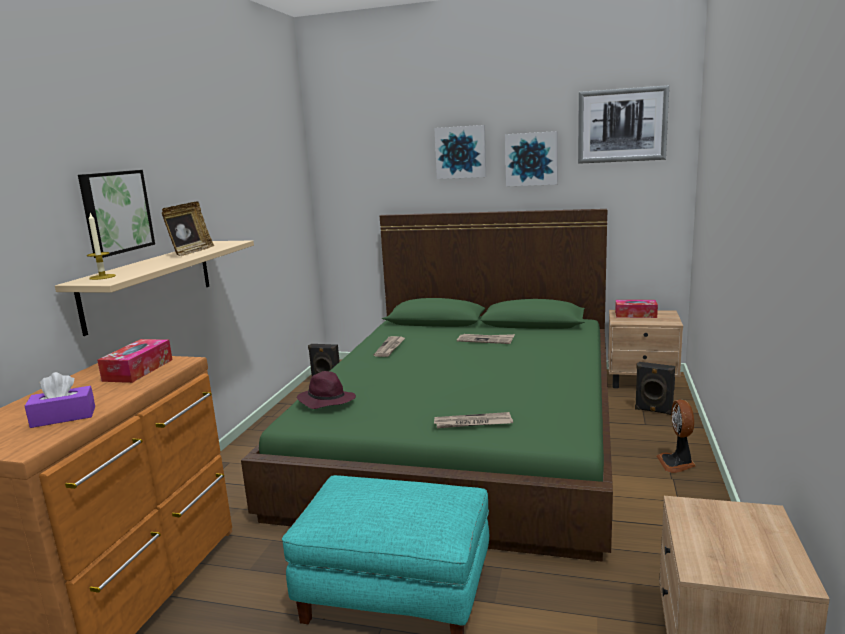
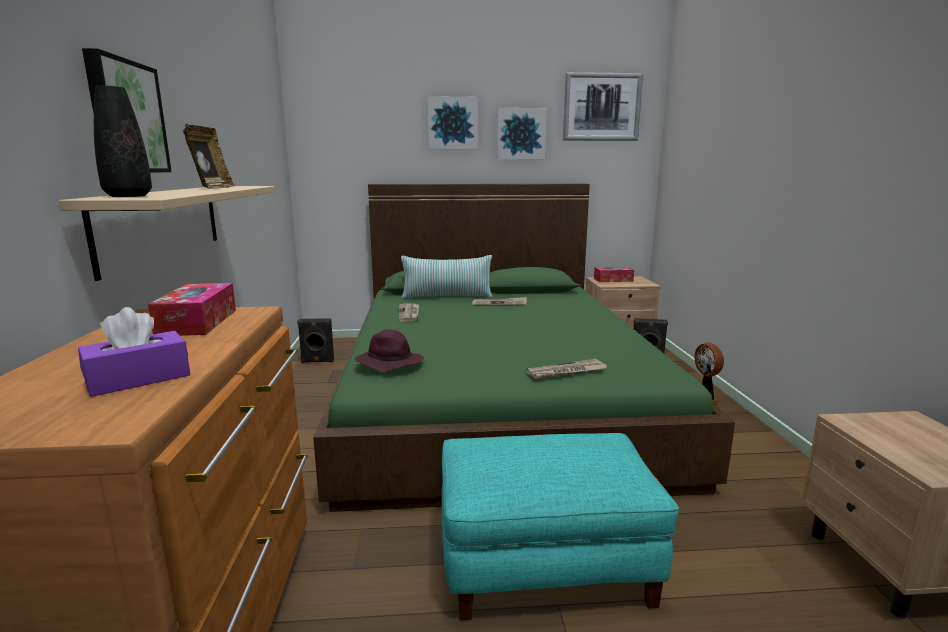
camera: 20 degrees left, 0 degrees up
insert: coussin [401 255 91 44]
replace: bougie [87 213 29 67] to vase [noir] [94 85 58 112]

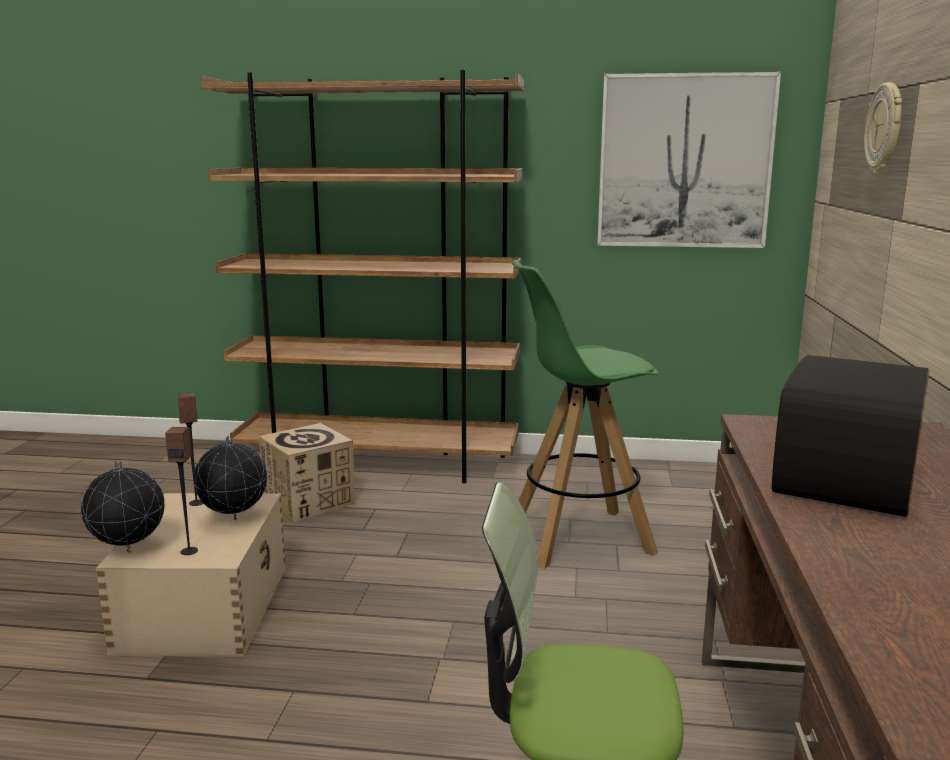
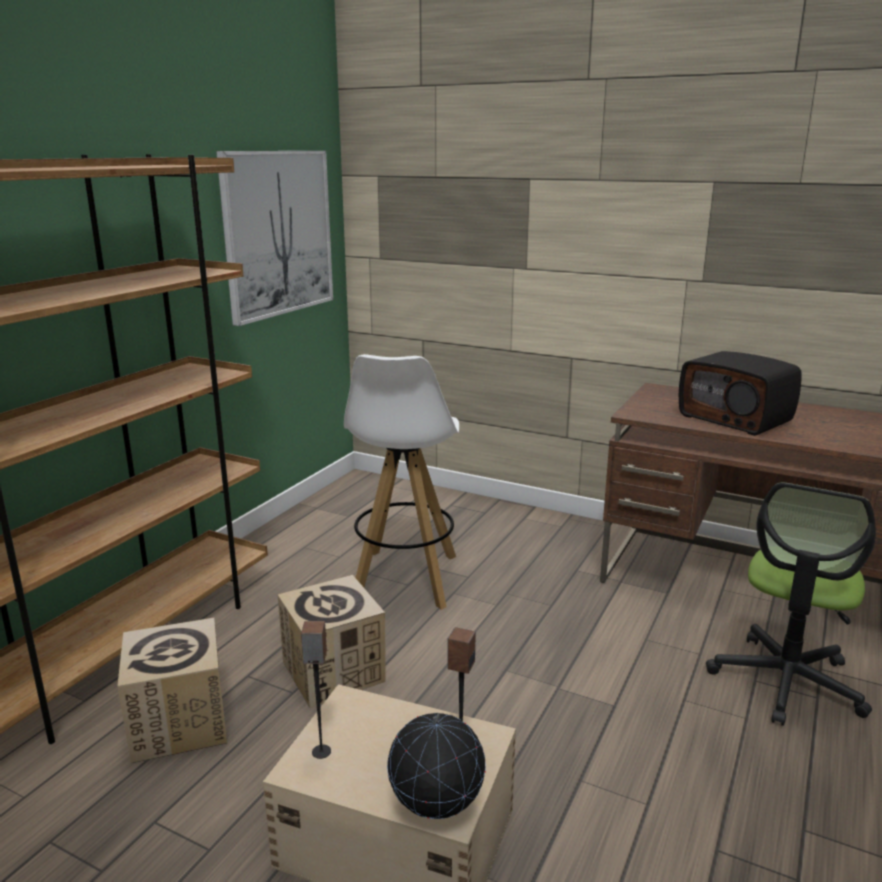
camera: 70 degrees left, 5 degrees up
delete: globe [193 435 74 85]; horloge murale [864 83 38 90]
insert: carton [277 575 109 133]
recolor: tabouret [vert] [511 260 148 309] to tabouret [blanc] [344 354 115 256]

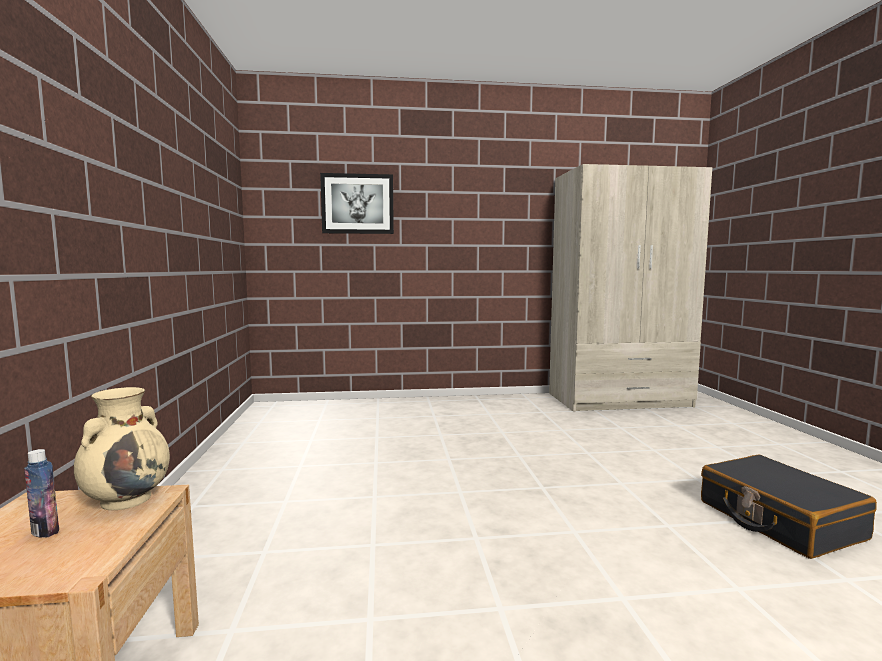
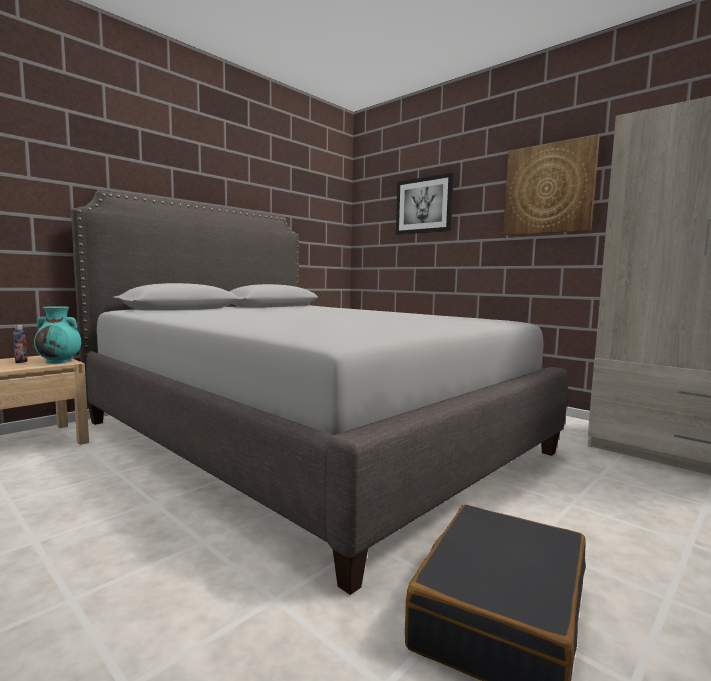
camera: 50 degrees right, 0 degrees up
insert: lit [gris] [71 190 497 405]; tableau [503 135 97 100]
recolor: vase [beige] [74 387 96 123] to vase [turquoise] [34 306 47 57]

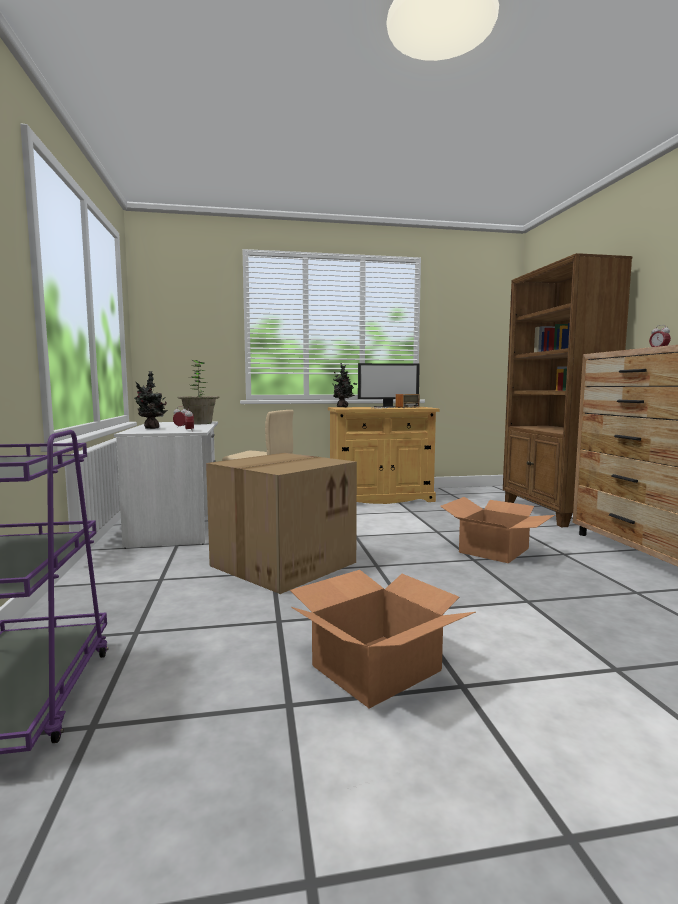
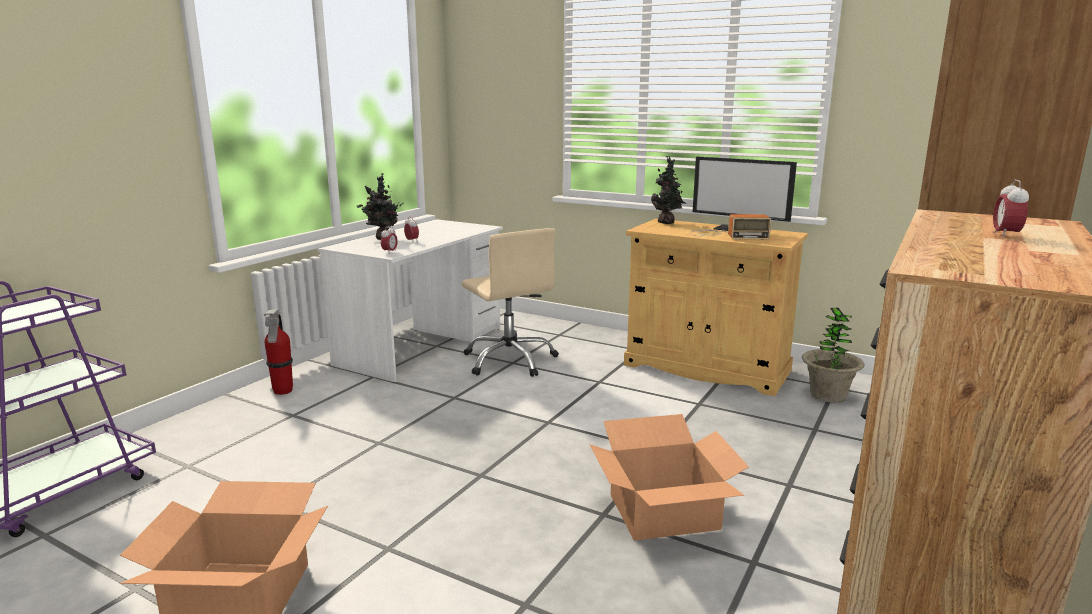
camera: 40 degrees right, 10 degrees up
delete: carton [206 453 151 141]
insert: extincteur [264 309 29 86]
move: plante en pot [177 360 42 64] to [802 308 63 95]

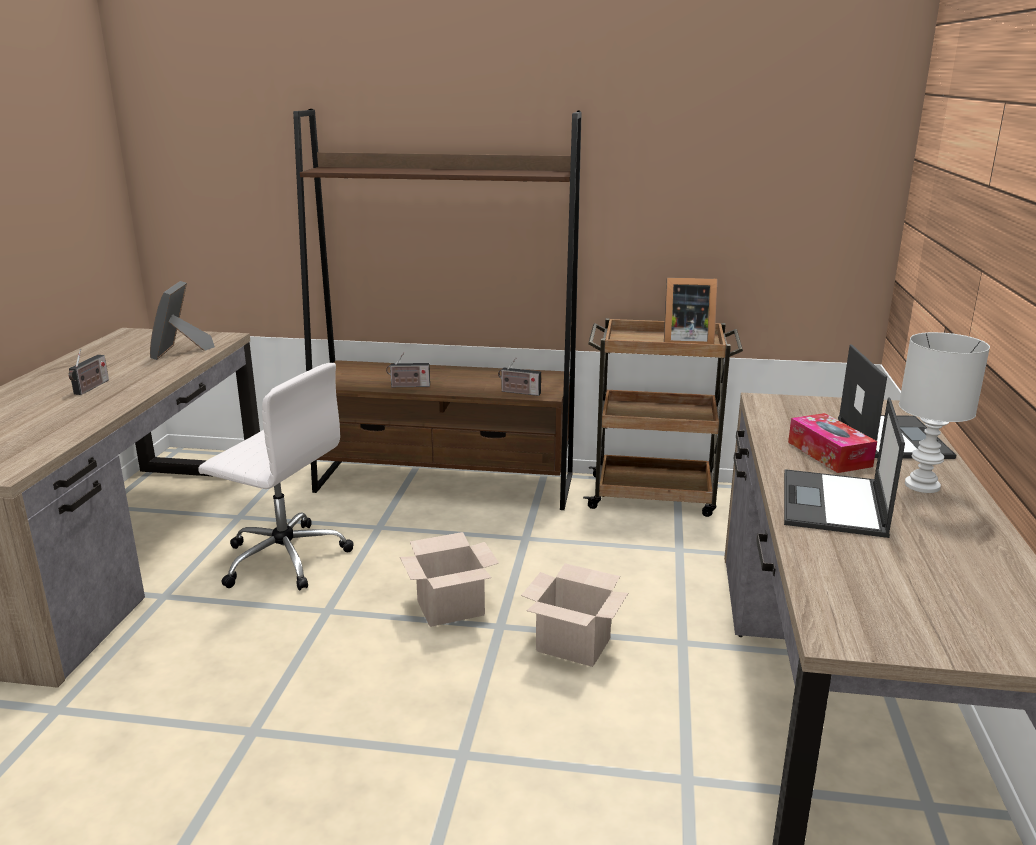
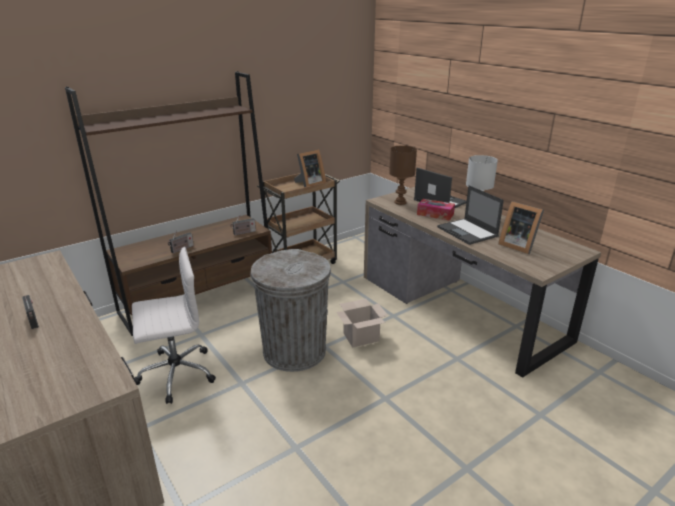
camera: 45 degrees left, 5 degrees up
insert: lampe de table [marron] [389 145 28 60]
move: cadre photo [150 281 65 79] to [498 201 46 53]
replace: carton [400 532 99 95] to poubelle [gris] [250 249 81 123]

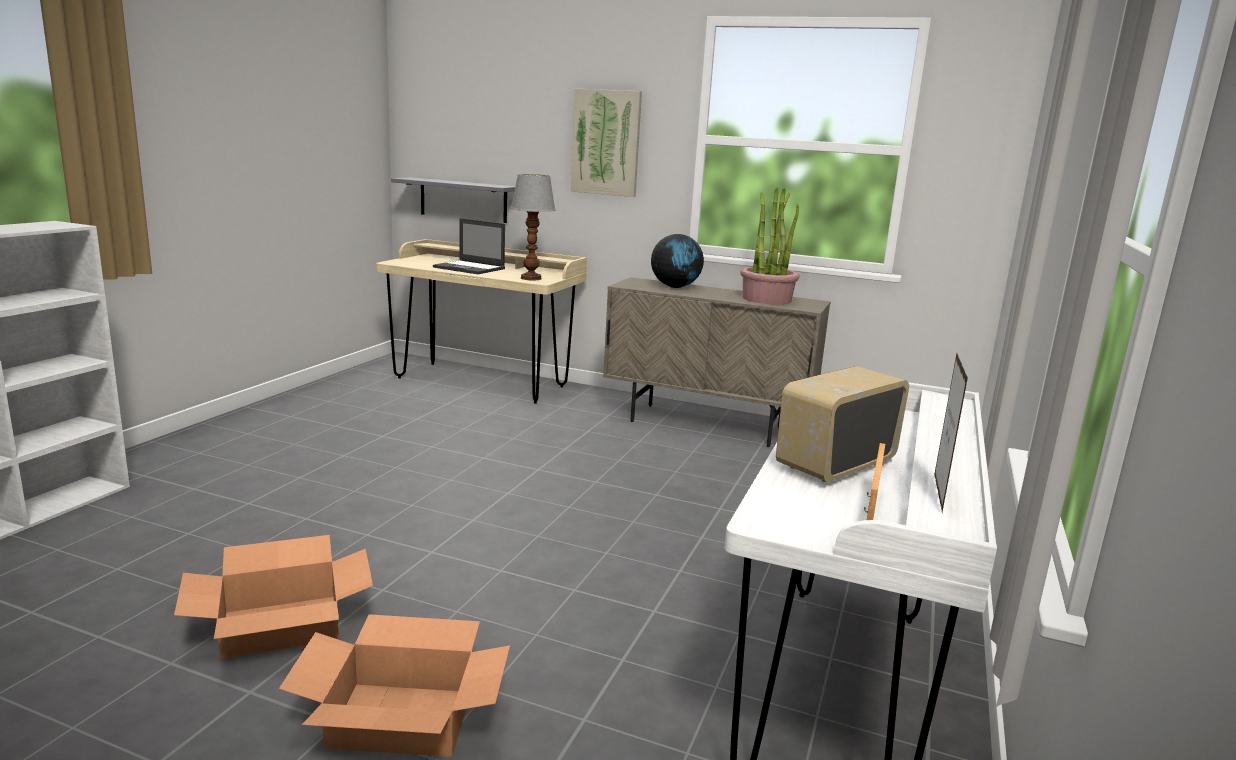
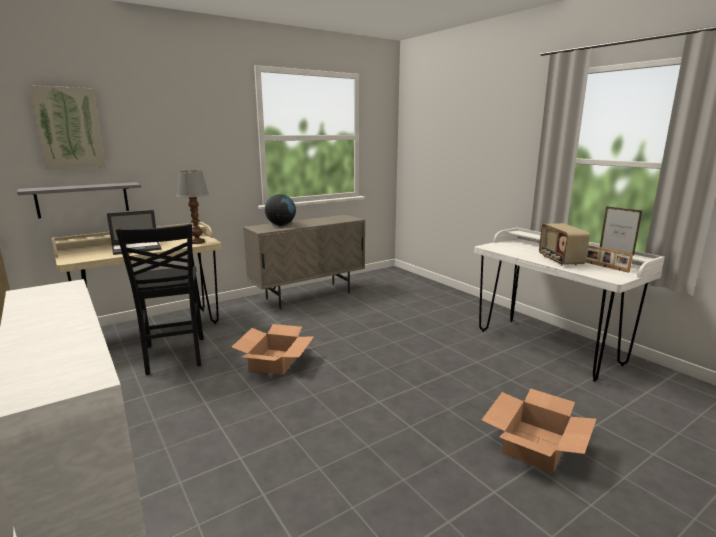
camera: 55 degrees left, 0 degrees up
delete: plante en pot [740 188 60 116]
insert: chaise [noir] [116 224 87 151]
move: tableau [571 89 71 108] to [29 85 77 84]; carton [174 535 199 124] to [232 324 82 51]

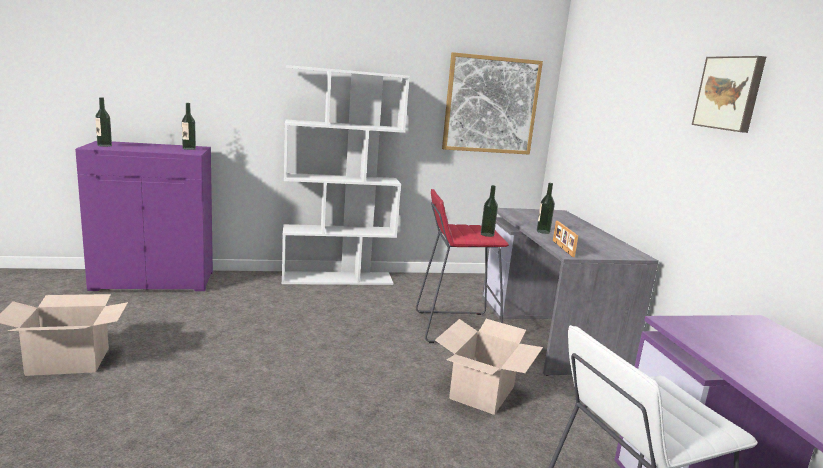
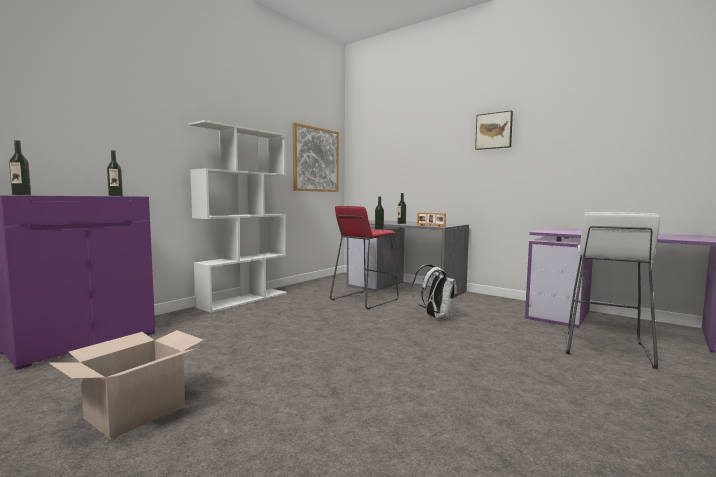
camera: 40 degrees left, 10 degrees down
replace: carton [435 319 108 96] to sac à dos [blanc] [412 264 45 55]

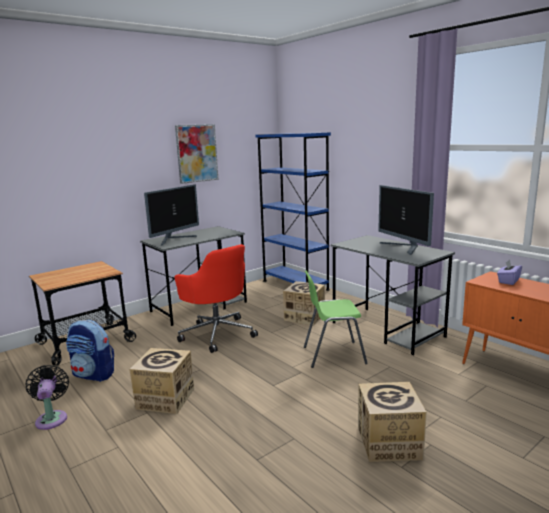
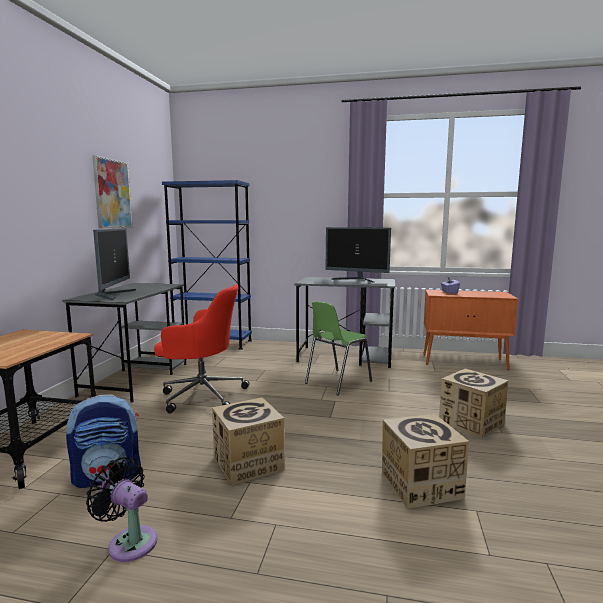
camera: 40 degrees left, 5 degrees down
move: carton [283 281 42 45] to [382 414 87 95]

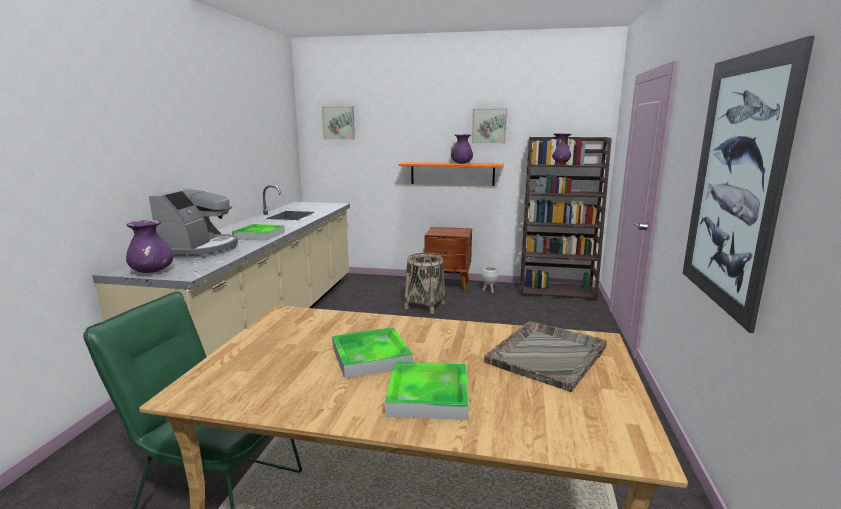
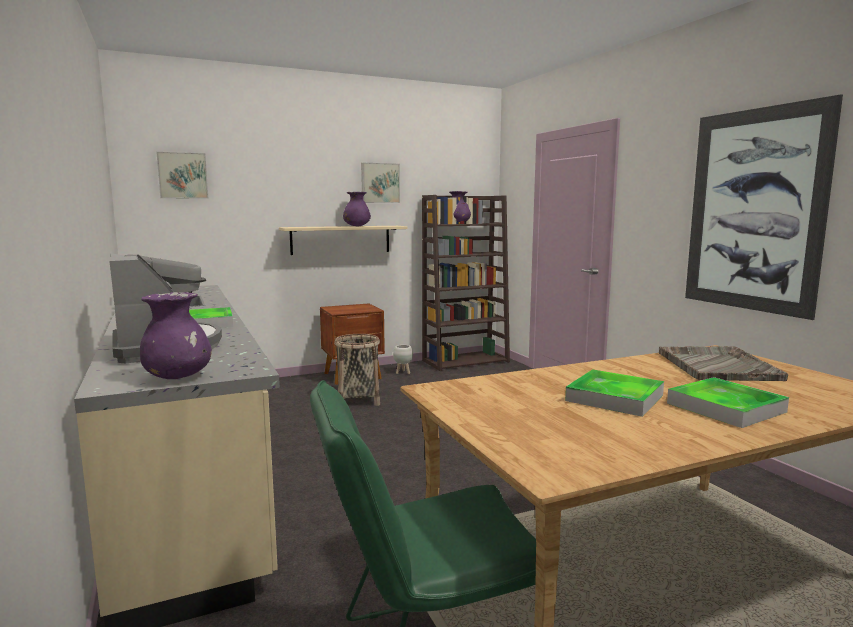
camera: 35 degrees left, 5 degrees down
recolor: étagère [orange] [398 162 106 24] to étagère [beige] [279 226 129 29]

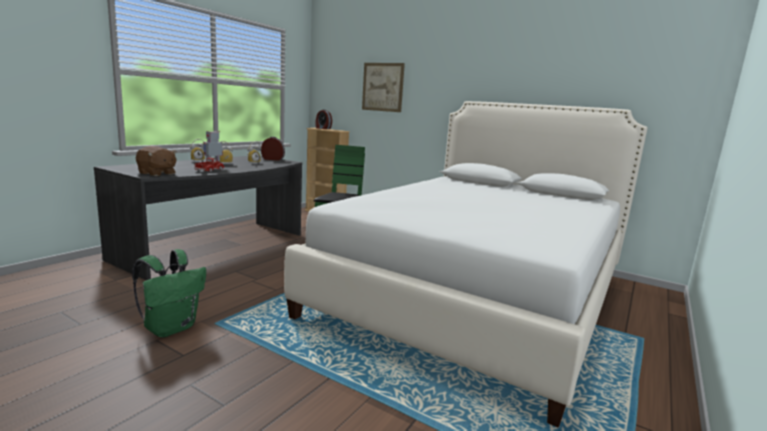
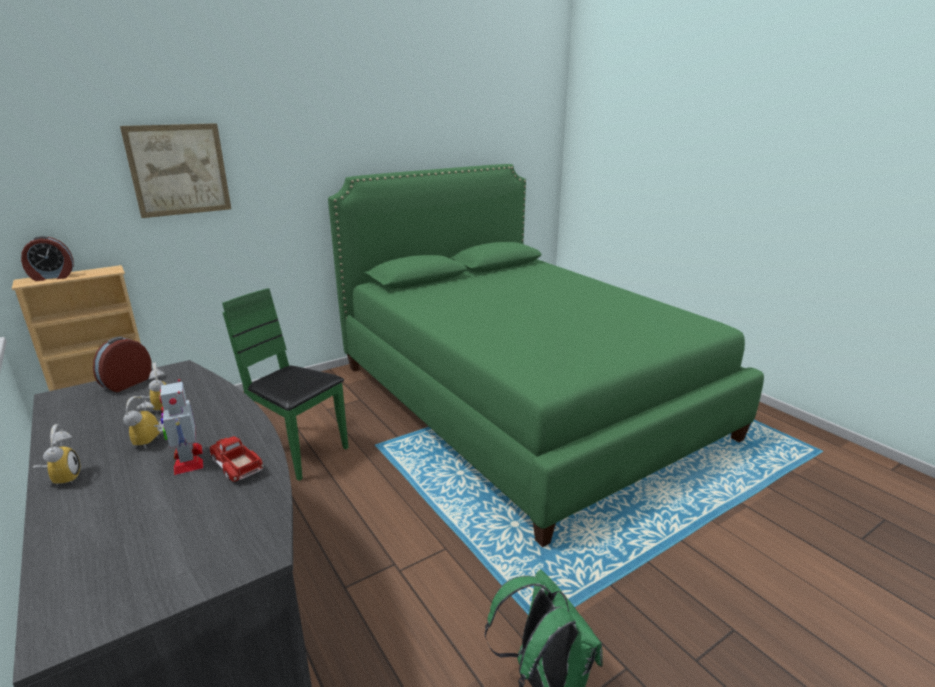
camera: 65 degrees left, 10 degrees up
delete: peluche [marron] [136 146 41 30]
recolor: lit [blanc] [284 101 364 327] to lit [vert] [328 164 436 383]

